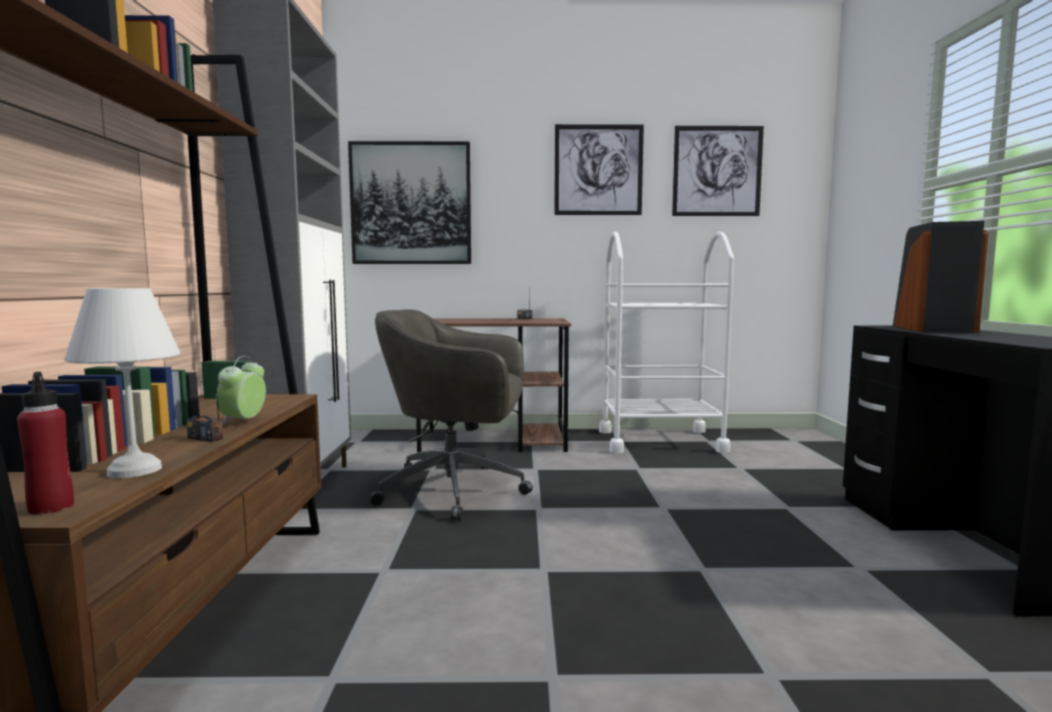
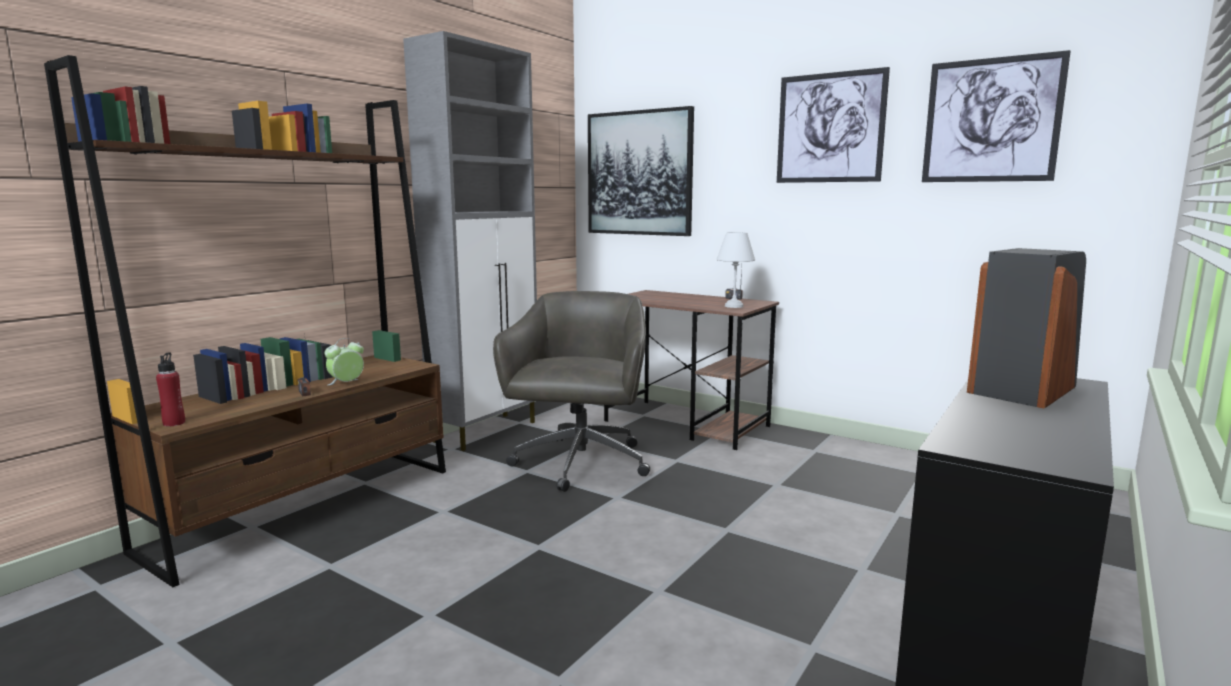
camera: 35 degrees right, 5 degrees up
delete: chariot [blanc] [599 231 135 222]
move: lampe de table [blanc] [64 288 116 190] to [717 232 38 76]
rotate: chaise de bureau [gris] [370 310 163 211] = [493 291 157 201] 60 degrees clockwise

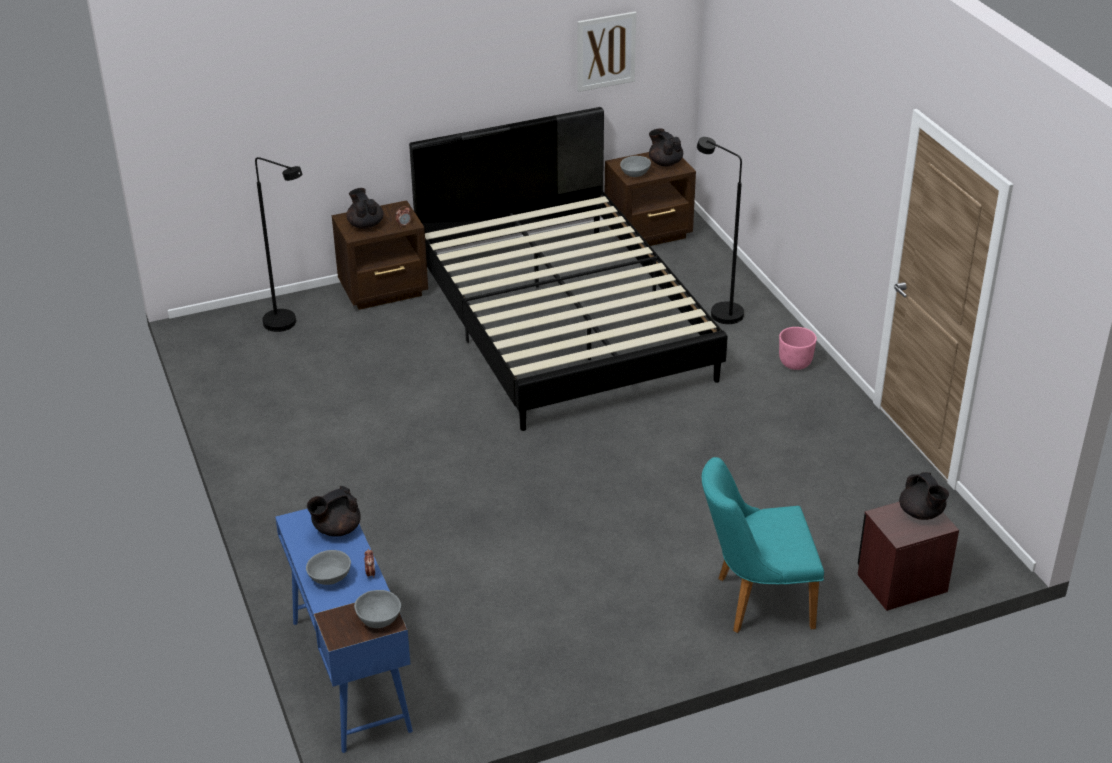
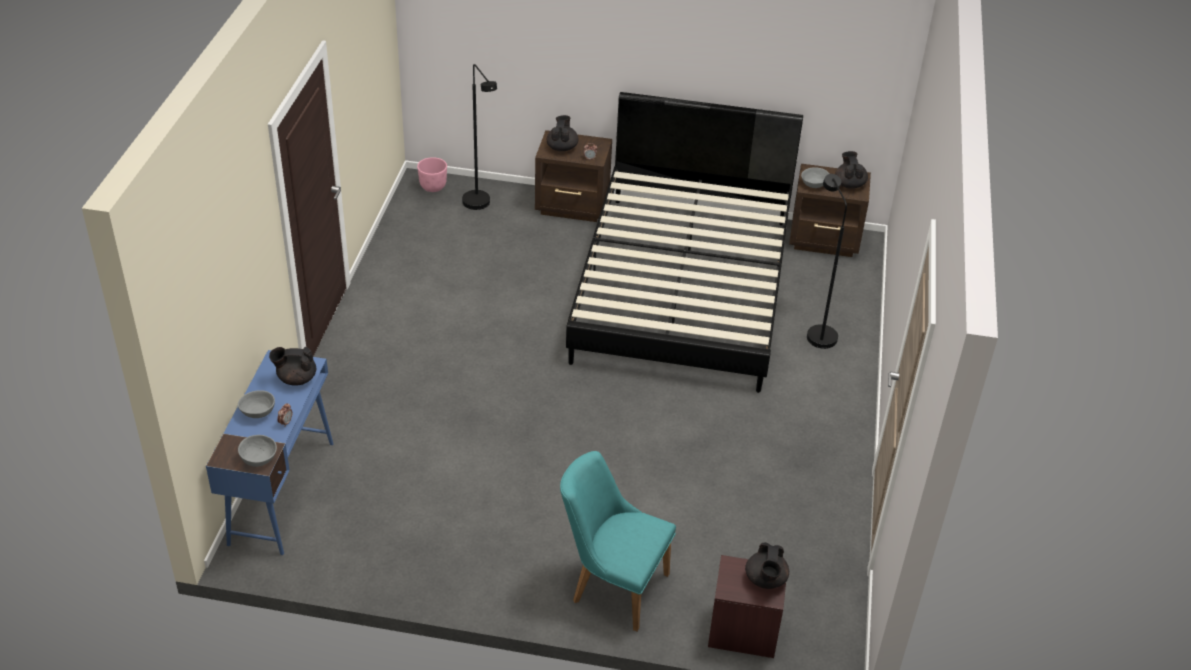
camera: 30 degrees right, 5 degrees up
delete: tableau [578 12 58 80]
move: cache-pot [rose] [779 327 38 43] to [417 157 30 35]

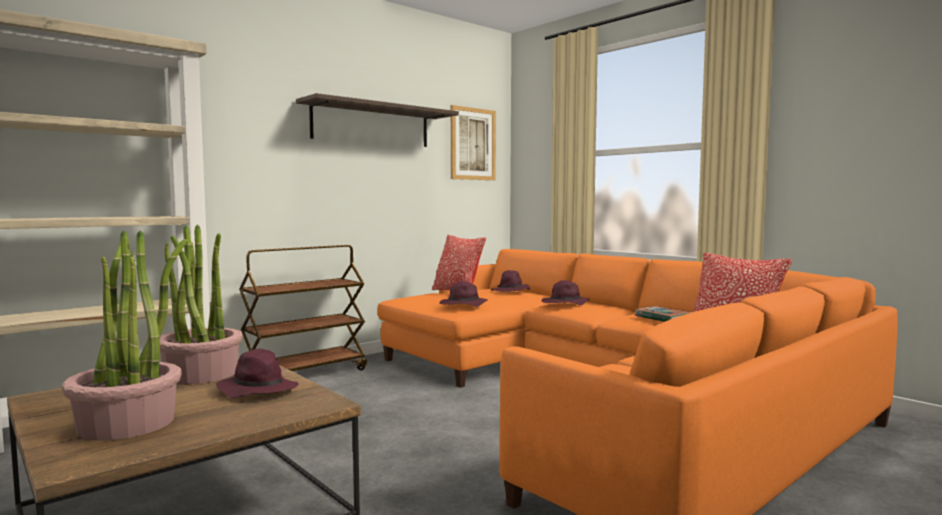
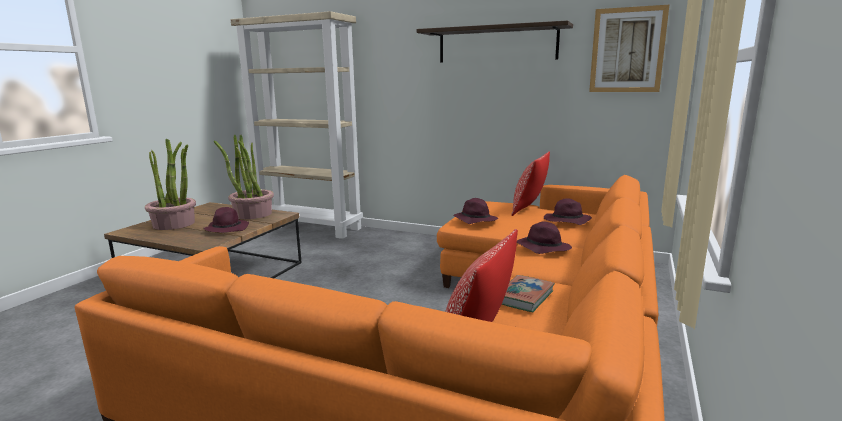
camera: 65 degrees right, 10 degrees up
delete: chariot [marron] [239 245 128 126]

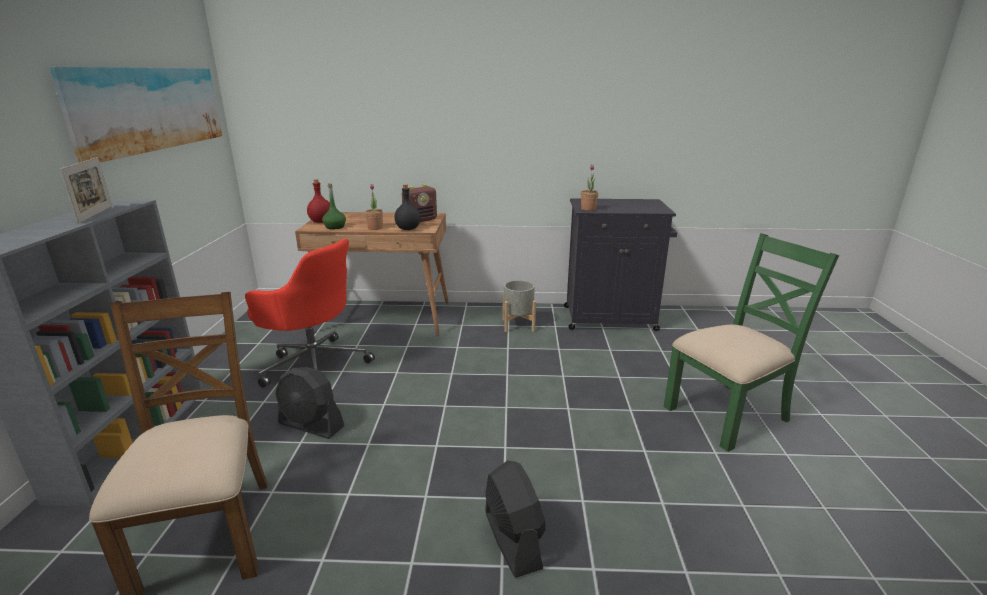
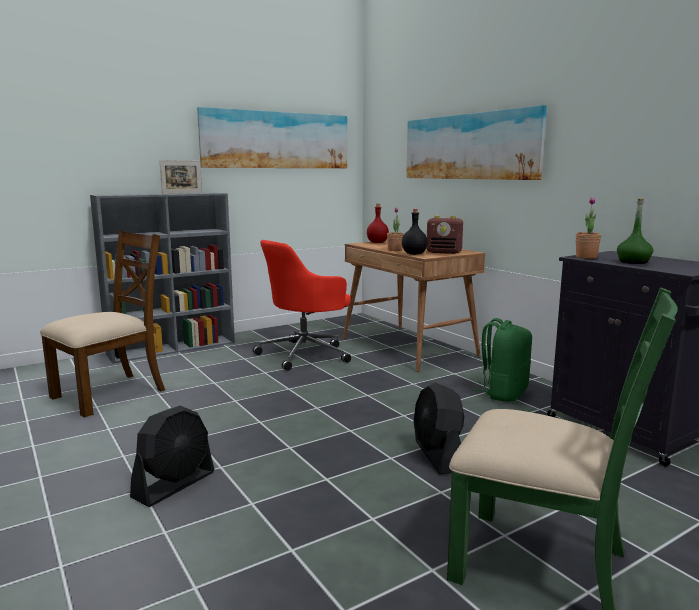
camera: 55 degrees right, 10 degrees down
insert: tableau [406 105 141 75]
move: ventilateur [noir] [275 367 69 72] to [414 383 50 92]; bouteille [vert] [322 183 24 46] to [617 198 36 66]
replace: cache-pot [gris] [503 280 33 52] to sac à dos [vert] [471 318 61 84]
rotate: chaise de bureau [rouge] [245 239 130 149] = [253 240 98 130] 60 degrees clockwise

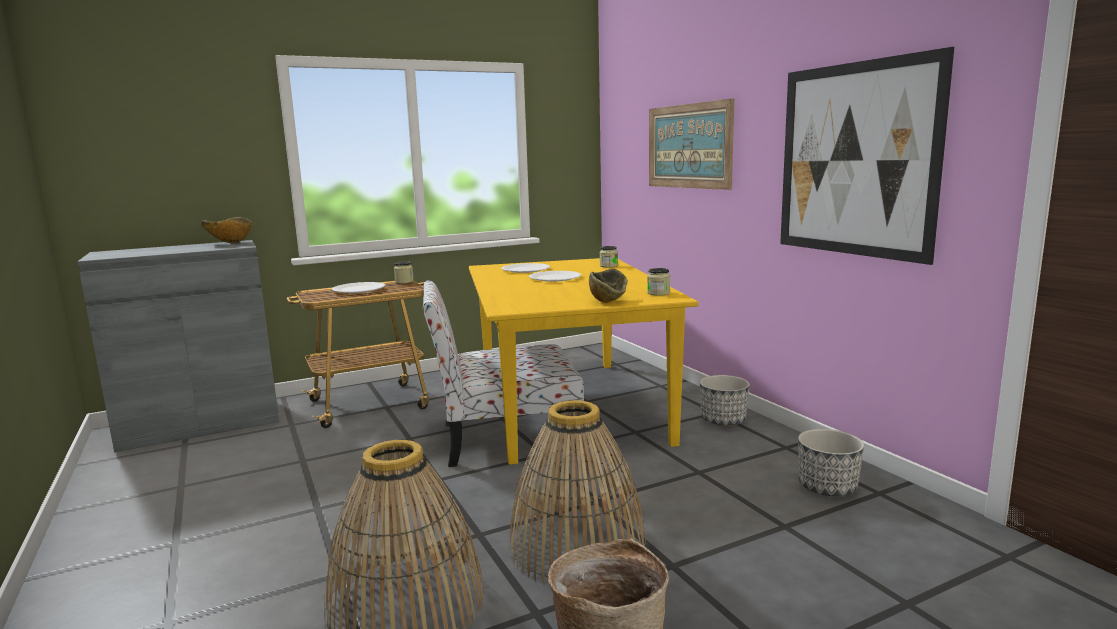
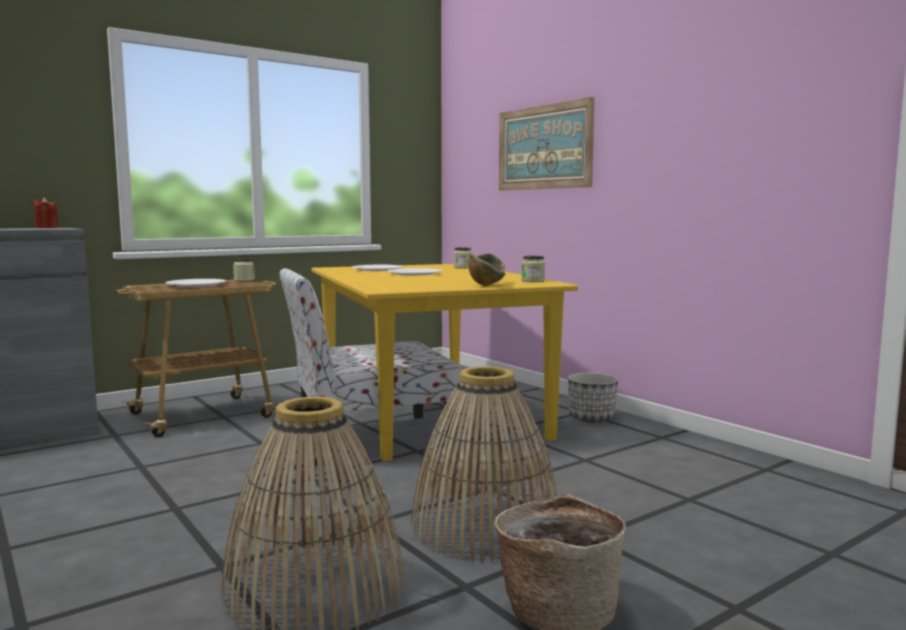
camera: 10 degrees left, 5 degrees down
delete: tableau [780 47 174 218]; cache-pot [798 429 66 67]
replace: bol [201 217 51 26] to bougie [rouge] [33 197 26 31]

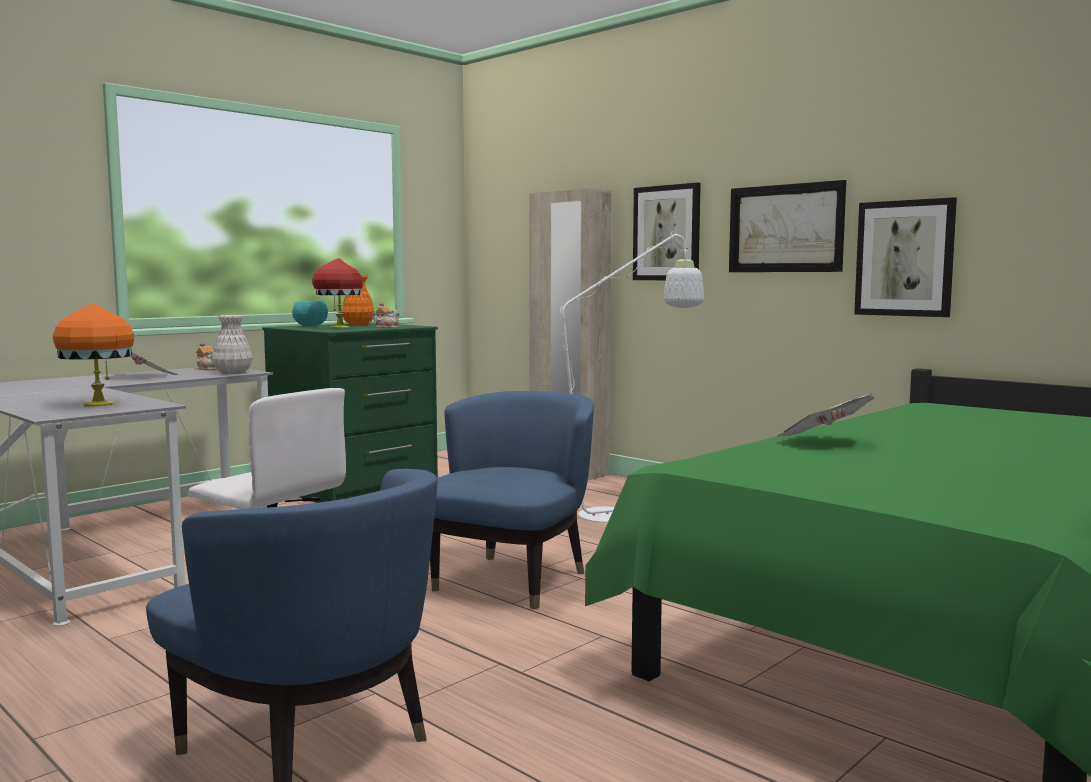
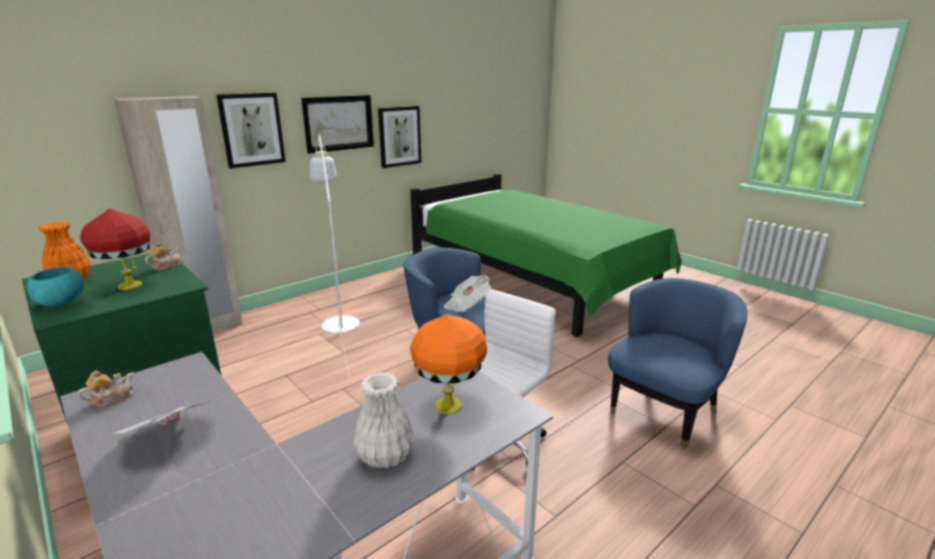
camera: 85 degrees left, 15 degrees up
move: vase [blanc] [212 315 41 59] to [354 372 60 96]; journal [777 394 98 43] to [444 275 47 37]

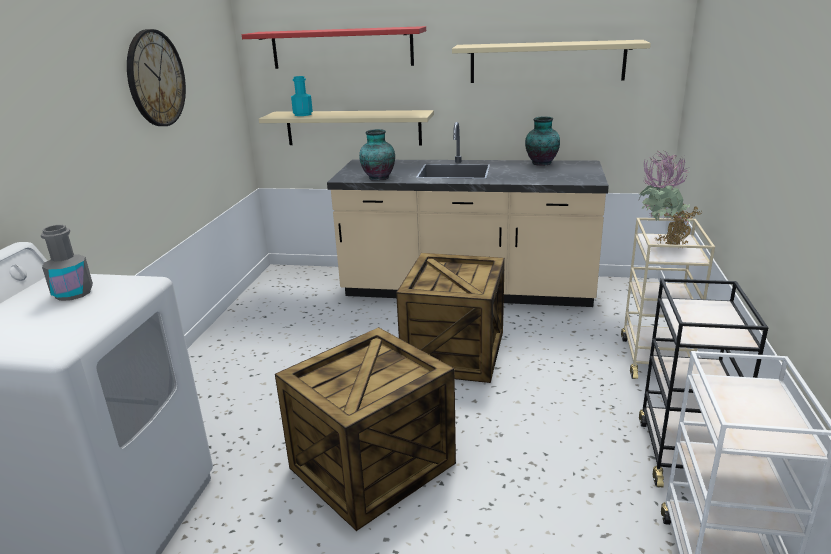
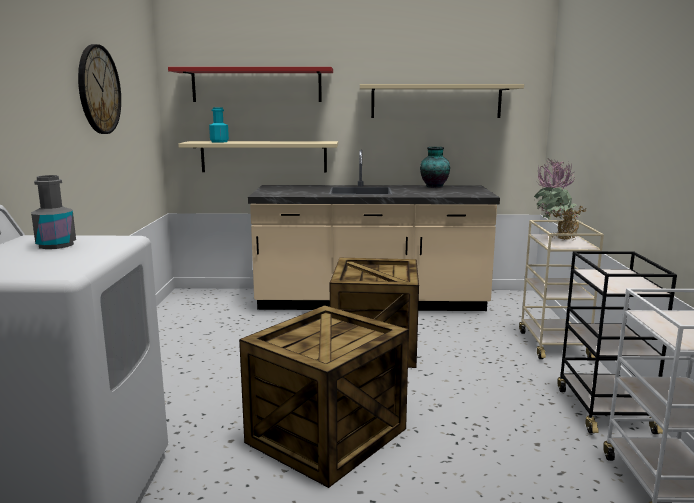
camera: 10 degrees left, 10 degrees down
delete: vase [359 129 36 52]

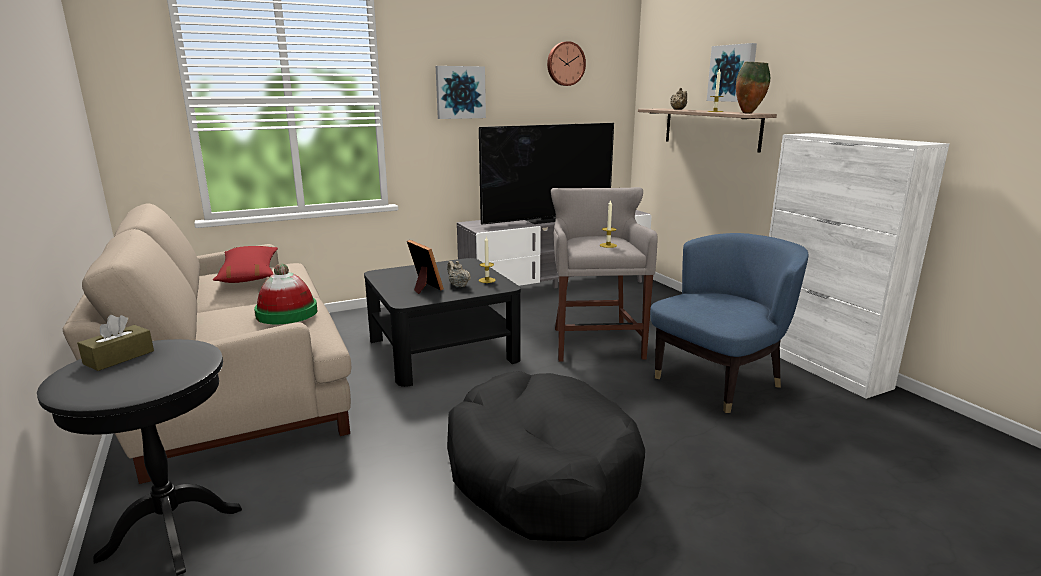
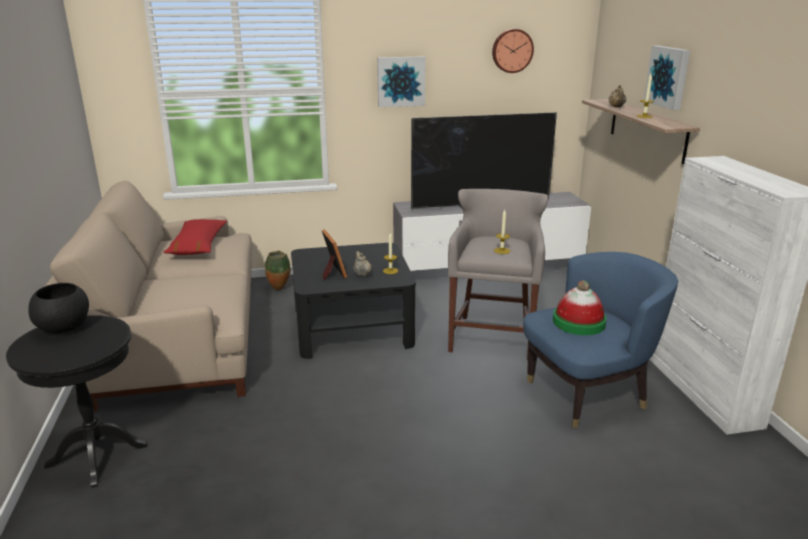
camera: 15 degrees right, 5 degrees up
delete: panier pour chien [noir] [447 371 198 170]
move: vase [736 62 34 51] to [265 251 26 39]; chapeau [254 263 64 61] to [553 280 54 55]
replace: boîte à mouchoirs [marron] [77 315 77 56] to bol [noir] [28 283 61 50]

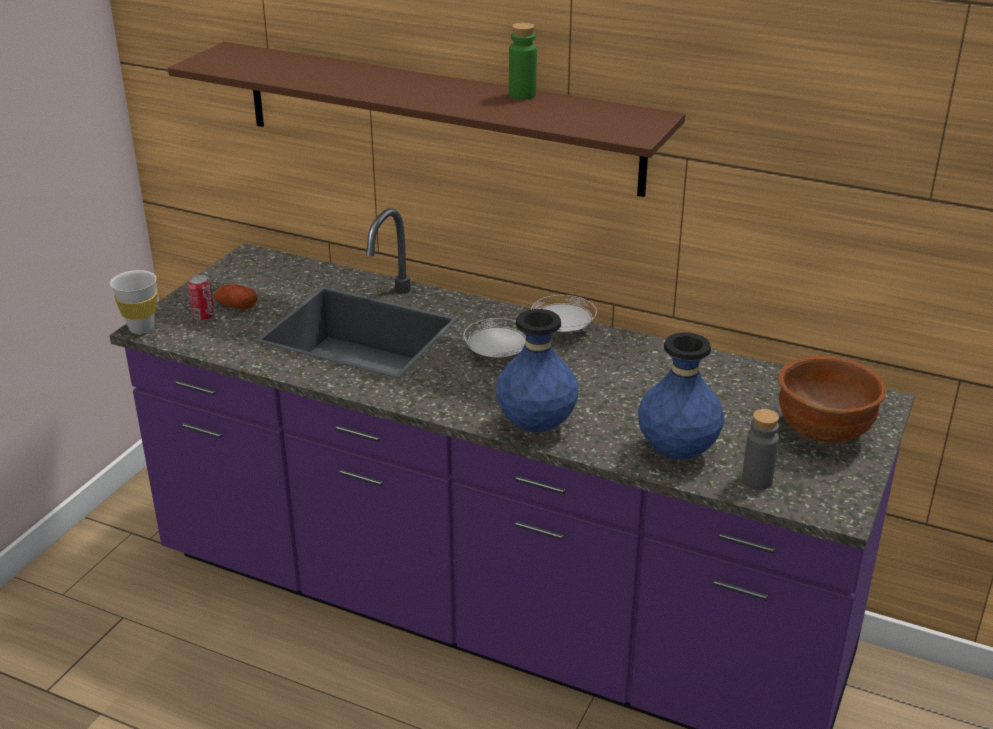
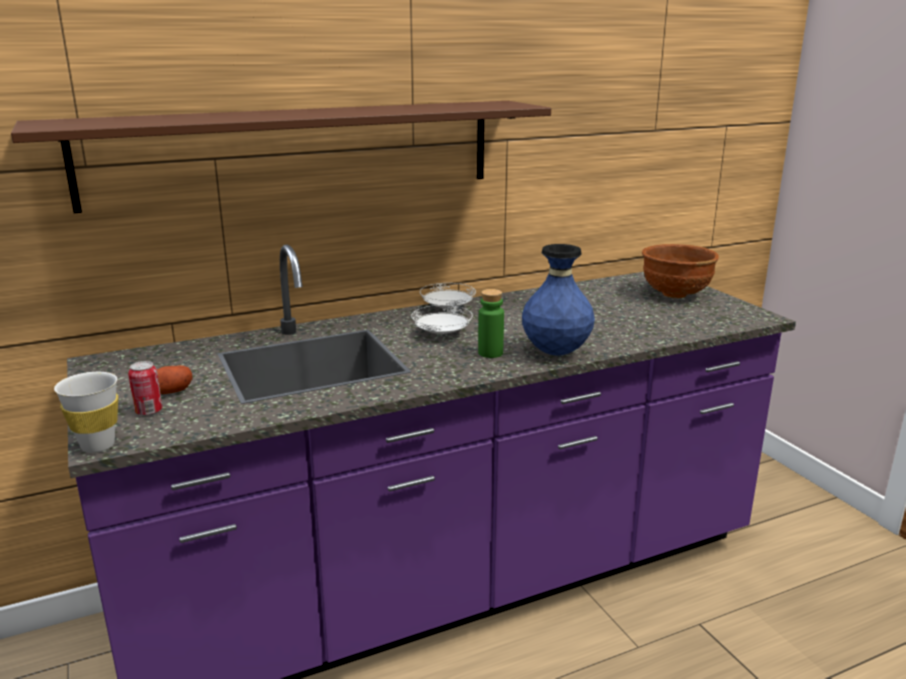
camera: 50 degrees left, 10 degrees down
delete: vase [bleu] [638 332 86 128]; bouteille [gris] [742 409 37 81]
move: bouteille [vert] [509 23 28 77] to [478 289 26 69]

